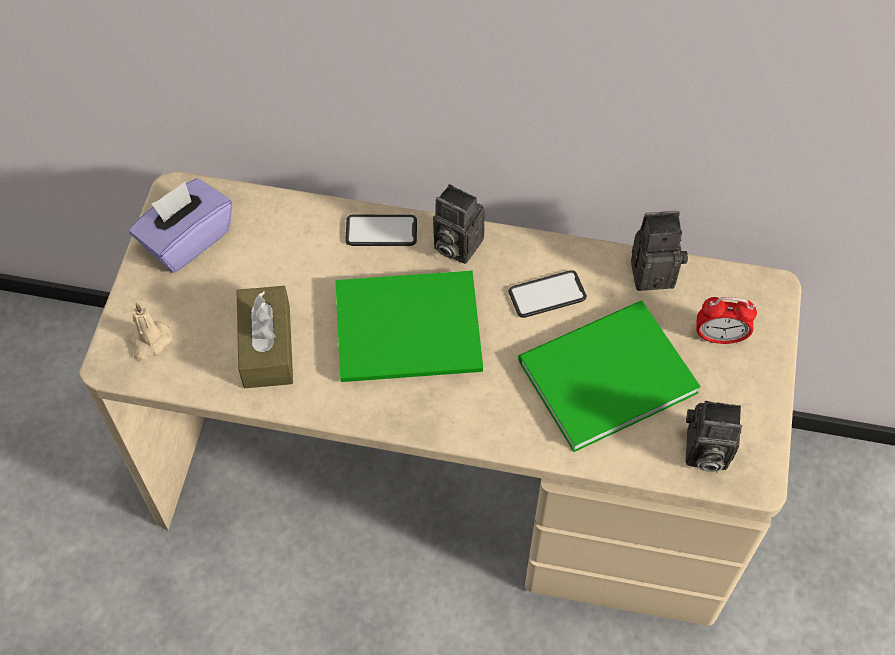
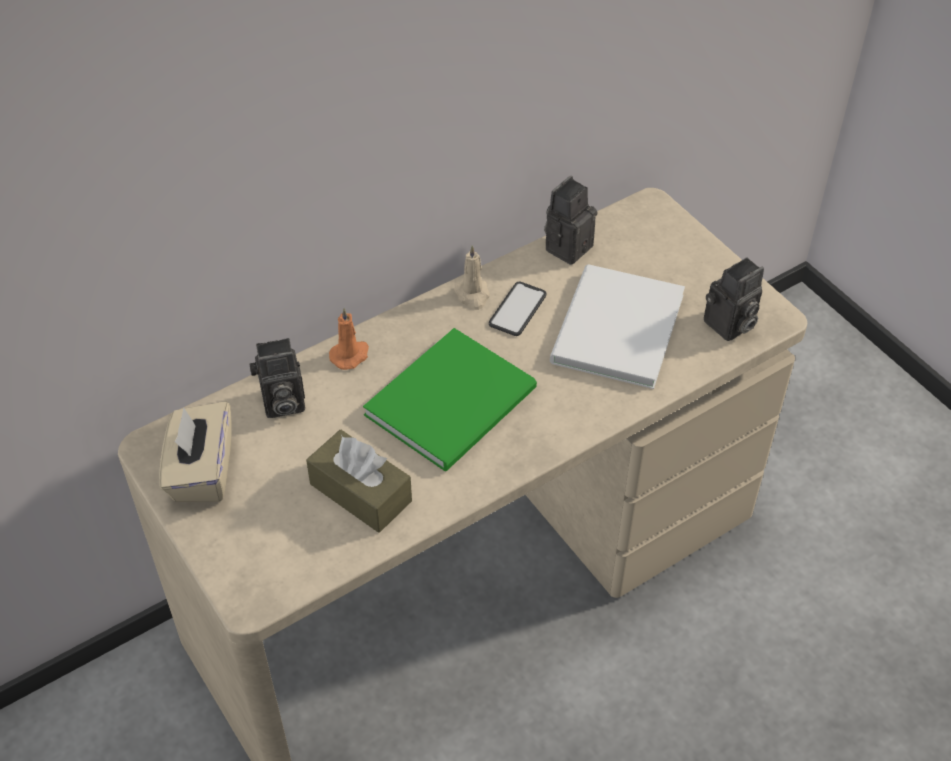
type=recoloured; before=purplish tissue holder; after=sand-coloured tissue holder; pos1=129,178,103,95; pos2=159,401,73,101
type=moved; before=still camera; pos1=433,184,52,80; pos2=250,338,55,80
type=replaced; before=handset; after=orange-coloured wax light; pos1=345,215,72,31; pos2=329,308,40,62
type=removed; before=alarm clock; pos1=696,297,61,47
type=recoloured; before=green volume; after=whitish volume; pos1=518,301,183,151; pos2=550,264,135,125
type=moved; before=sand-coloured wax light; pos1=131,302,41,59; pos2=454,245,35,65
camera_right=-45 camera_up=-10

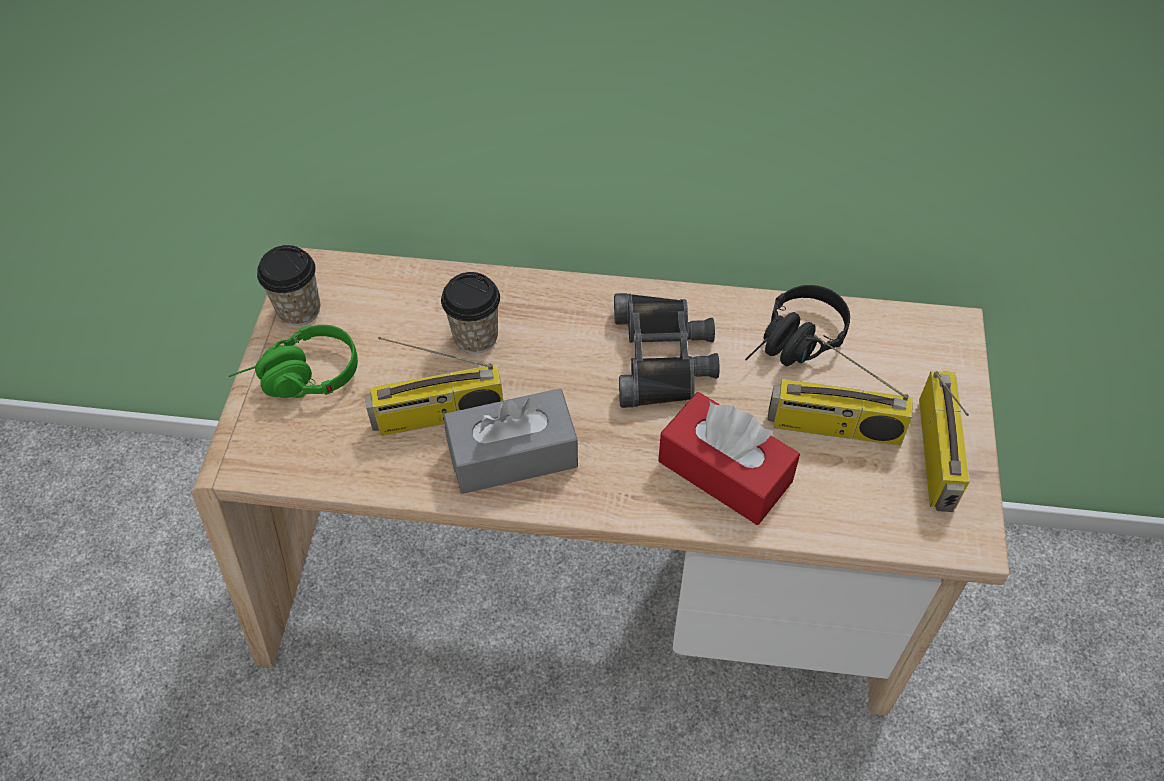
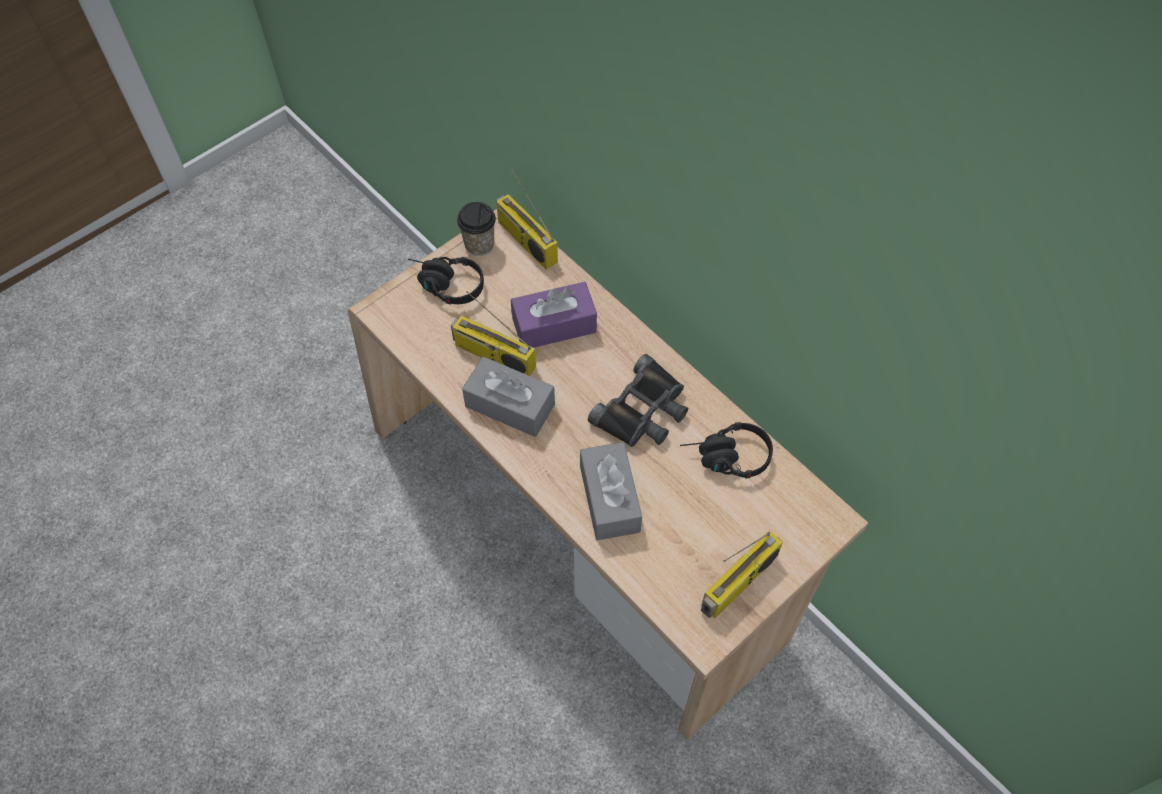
type=replaced; before=drinking cup; after=purplish tissue holder; pos1=441,272,59,82; pos2=511,282,86,66
type=recoloured; before=green headset; after=black headset; pos1=229,325,129,73; pos2=408,257,76,48
type=moved; before=radio receiver; pos1=768,335,145,111; pos2=496,169,62,101
type=recoloured; before=red-coloured tissue holder; after=greyish tissue holder; pos1=658,392,142,133; pos2=580,442,62,98
camera_right=40 camera_up=5

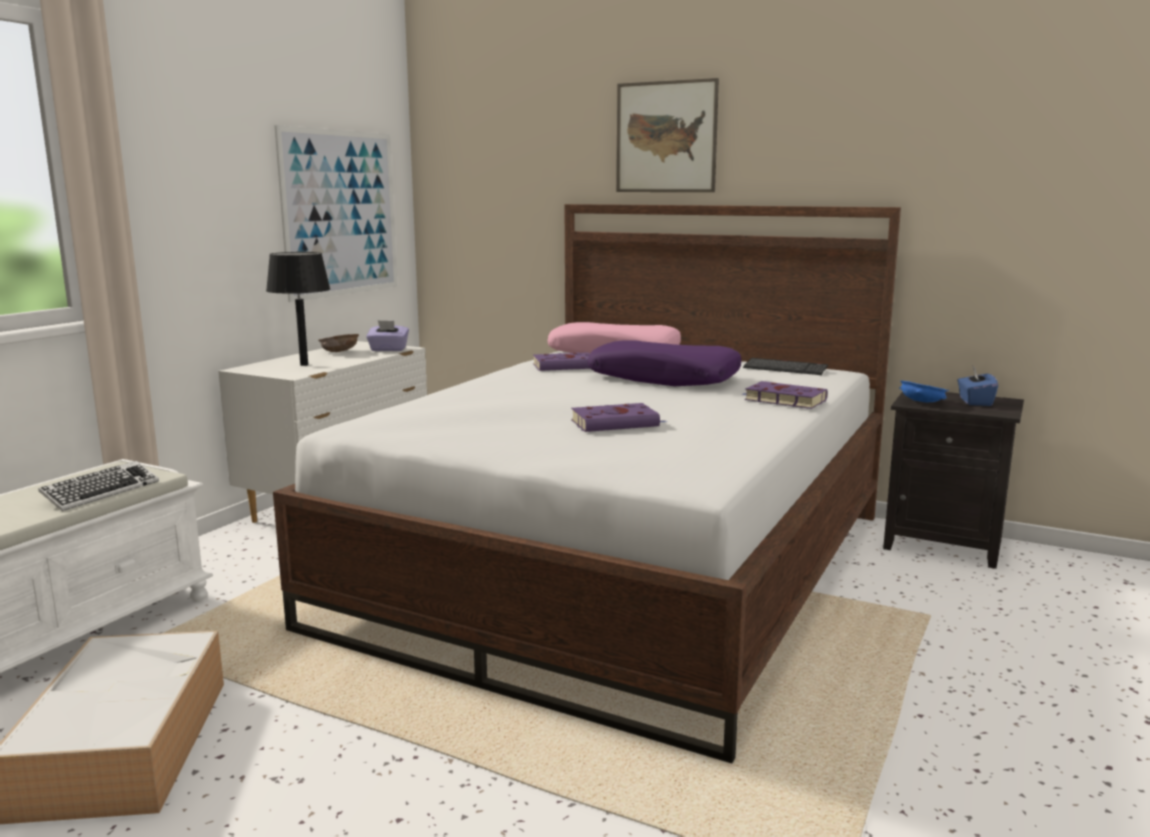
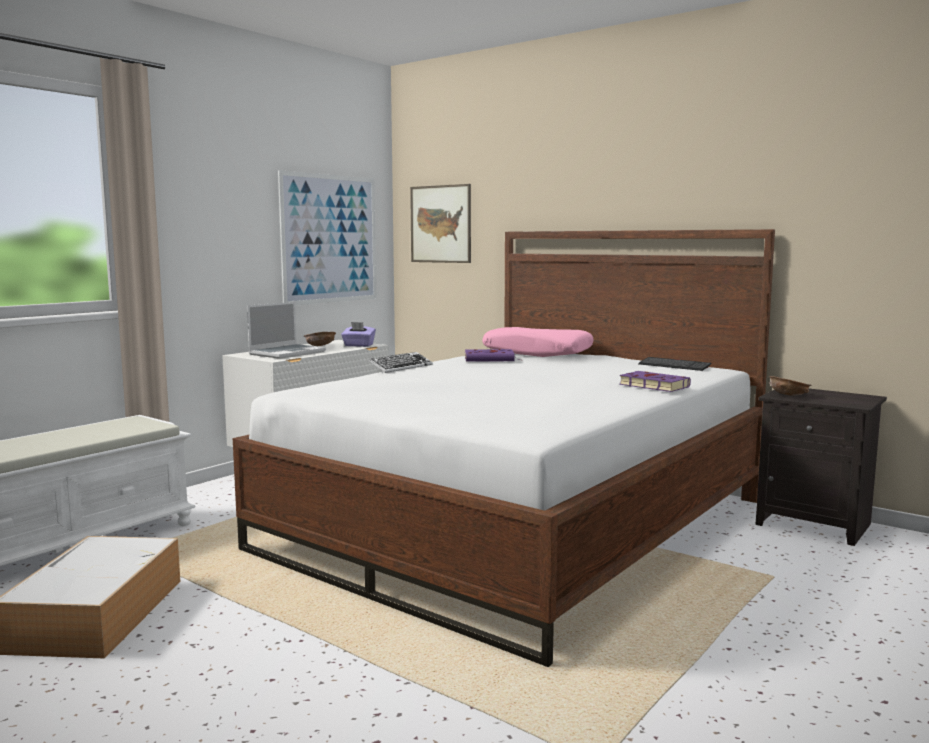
type=moved; before=picture; pos1=616,78,103,114; pos2=410,184,61,79
type=replaced; before=black lamp for a table; after=portable computer; pos1=266,252,64,114; pos2=247,302,79,57
type=removed; before=purplish cushion; pos1=588,340,153,46
type=removed; before=blue tissue holder; pos1=957,365,41,41
type=recoloured; before=blue serving bowl; after=brown serving bowl; pos1=900,381,49,22; pos2=769,376,42,20
type=removed; before=purplish volume; pos1=571,403,95,29
type=moved; before=PC keyboard; pos1=38,461,121,50; pos2=369,352,64,21
camera_right=10 camera_up=-5

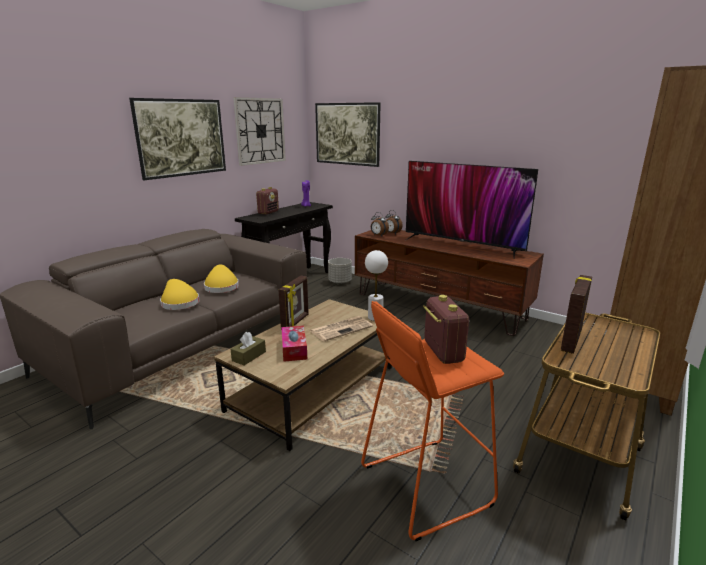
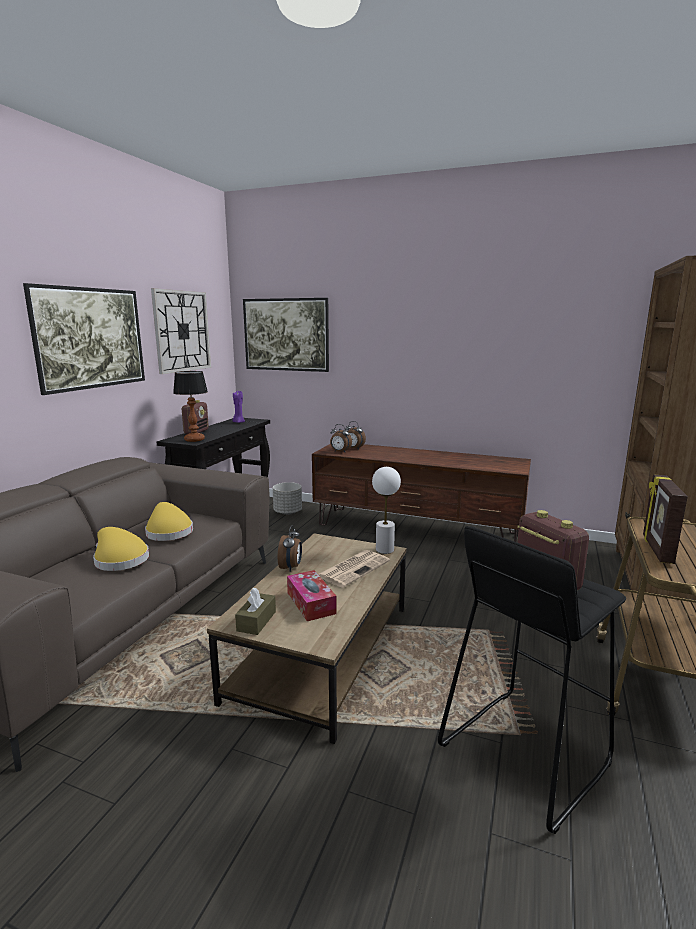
type=removed; before=TV set; pos1=406,161,132,97
type=replaced; before=picture frame; after=alarm clock; pos1=279,276,30,51; pos2=278,525,24,46
type=recoloured; before=orange-coloured stool; after=black stool; pos1=361,301,143,240; pos2=438,526,188,308
type=added; after=lamp for a table; pos2=173,371,35,71
camera_right=-15 camera_up=-5

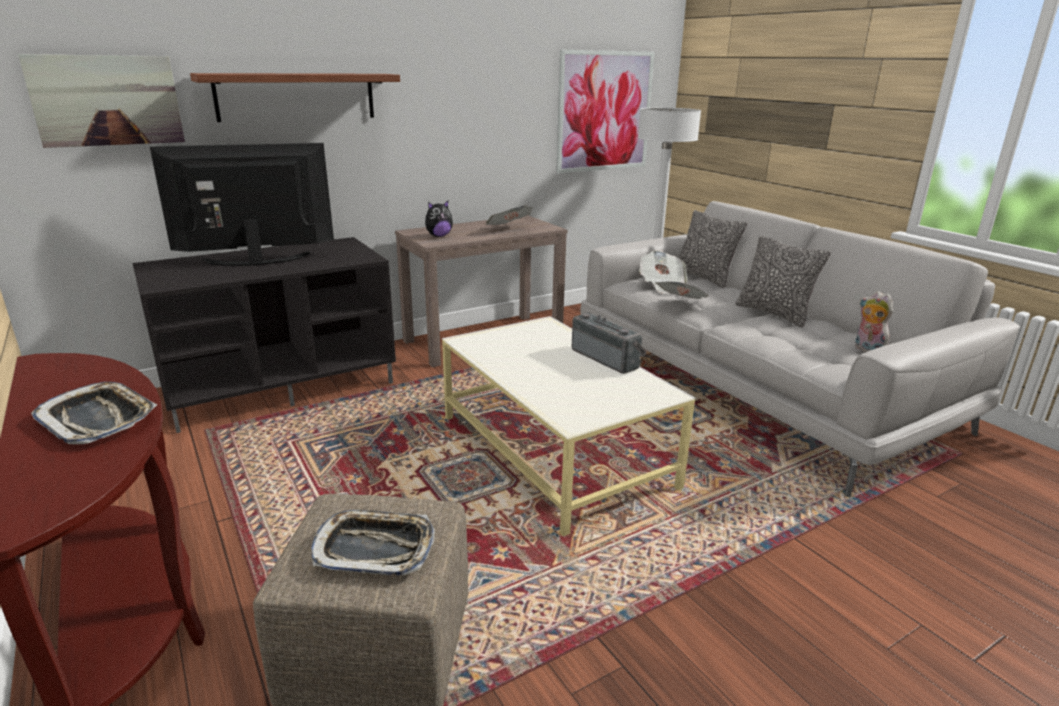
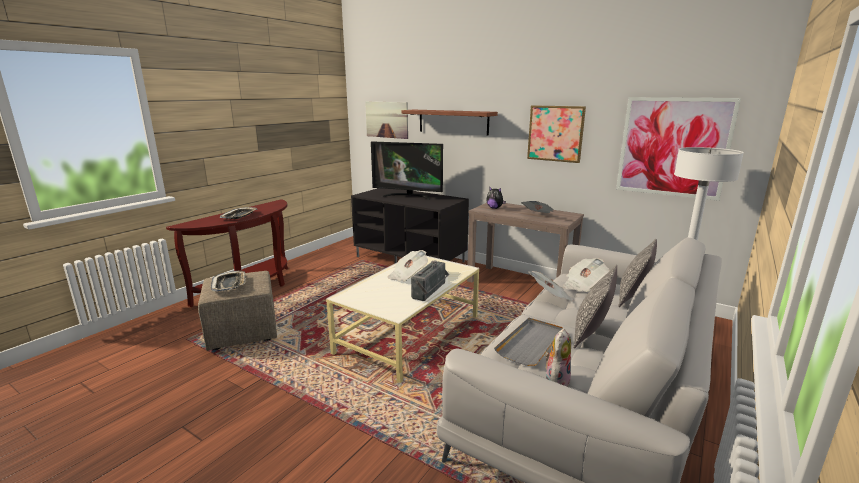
type=turned; before=TV set; pos1=150,143,184,123; pos2=371,142,72,58; turn=150
type=added; after=picture; pos2=527,105,59,58
type=added; after=printed paper; pos2=388,250,40,32
type=added; after=greyish carrying tray; pos2=494,318,69,48
camera_right=65 camera_up=-5

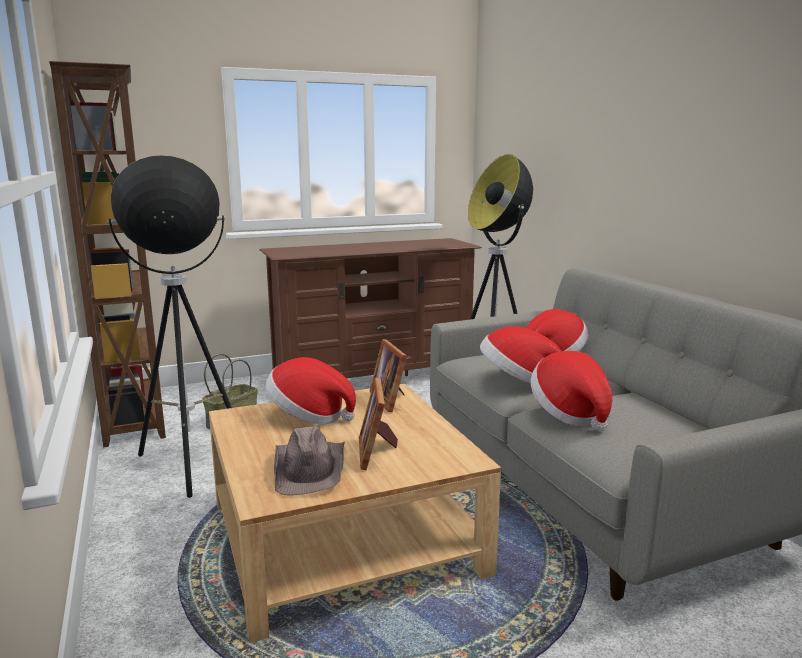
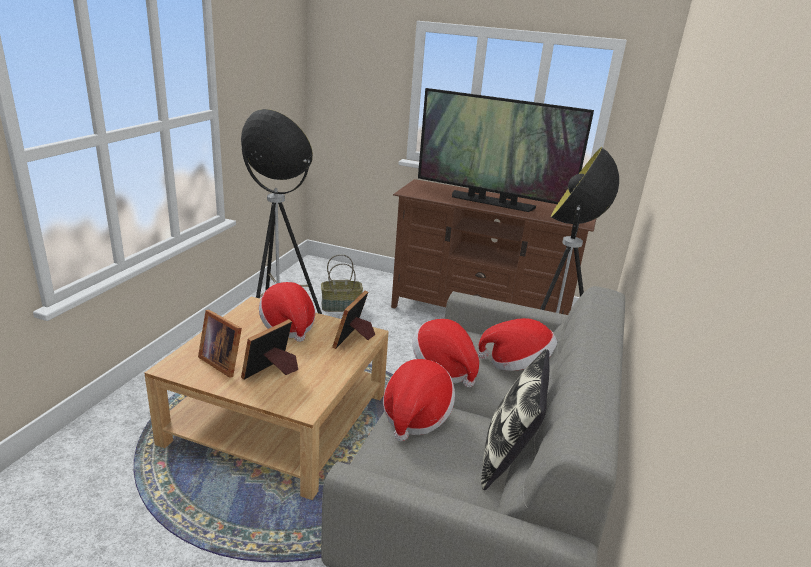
type=removed; before=brown bookcase; pos1=49,61,117,386
type=replaced; before=brown wearable hat; after=picture frame; pos1=274,427,71,69; pos2=198,310,44,68
type=added; after=TV set; pos2=418,88,176,124
type=added; after=cushion; pos2=481,349,68,141
camera_right=40 camera_up=10

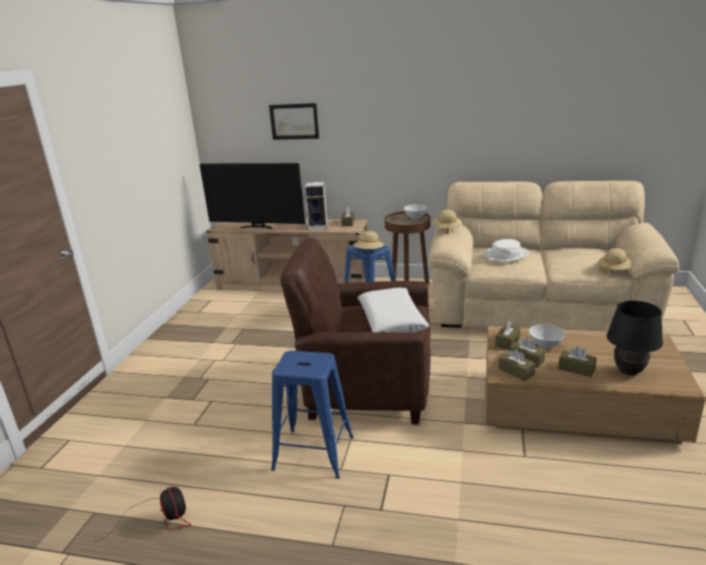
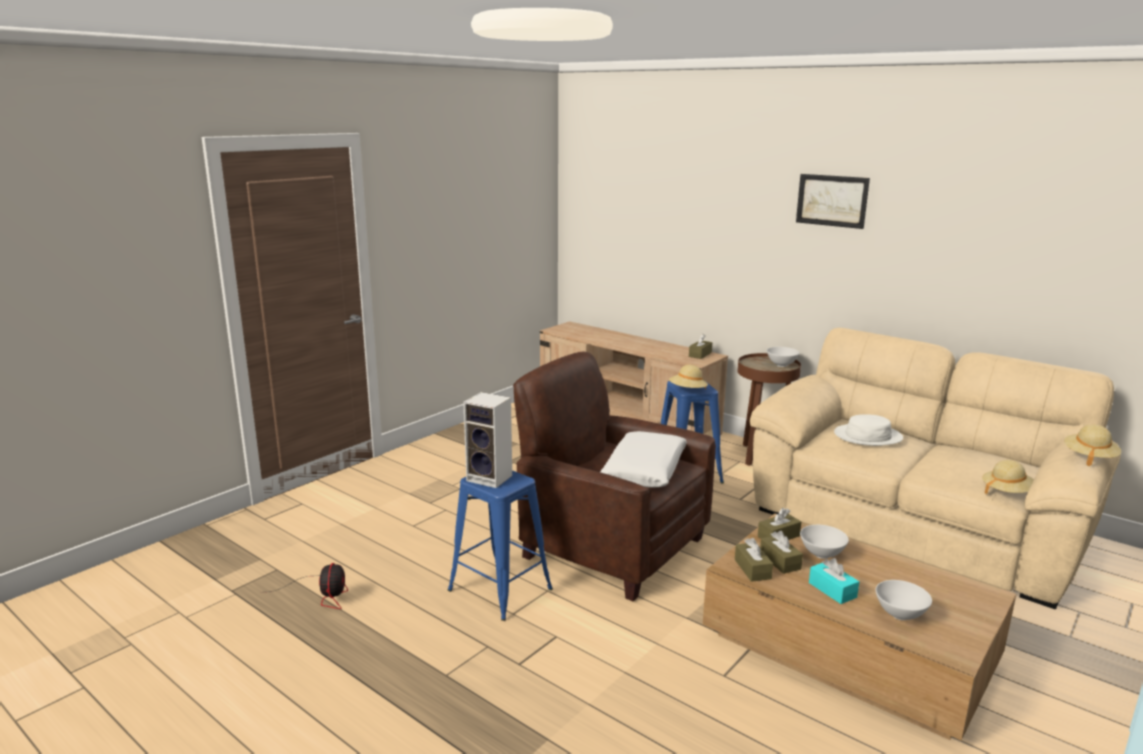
type=moved; before=picture; pos1=269,103,50,37; pos2=796,174,74,55
type=removed; before=TV set; pos1=199,163,106,66
type=moved; before=audio speaker; pos1=305,182,22,48; pos2=463,392,49,96
type=moved; before=sand-coloured wearable hat; pos1=432,209,30,25; pos2=1064,424,57,42
type=replaced; before=black lamp for a table; after=whitish serving bowl; pos1=607,301,56,74; pos2=876,580,56,40
type=recoloured; before=brown tissue holder; after=turquoise-coloured tissue holder; pos1=558,346,39,31; pos2=809,558,50,46
camera_right=25 camera_up=-5

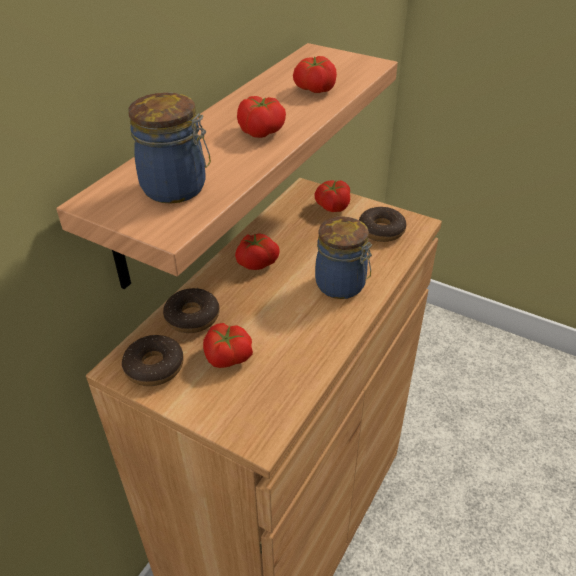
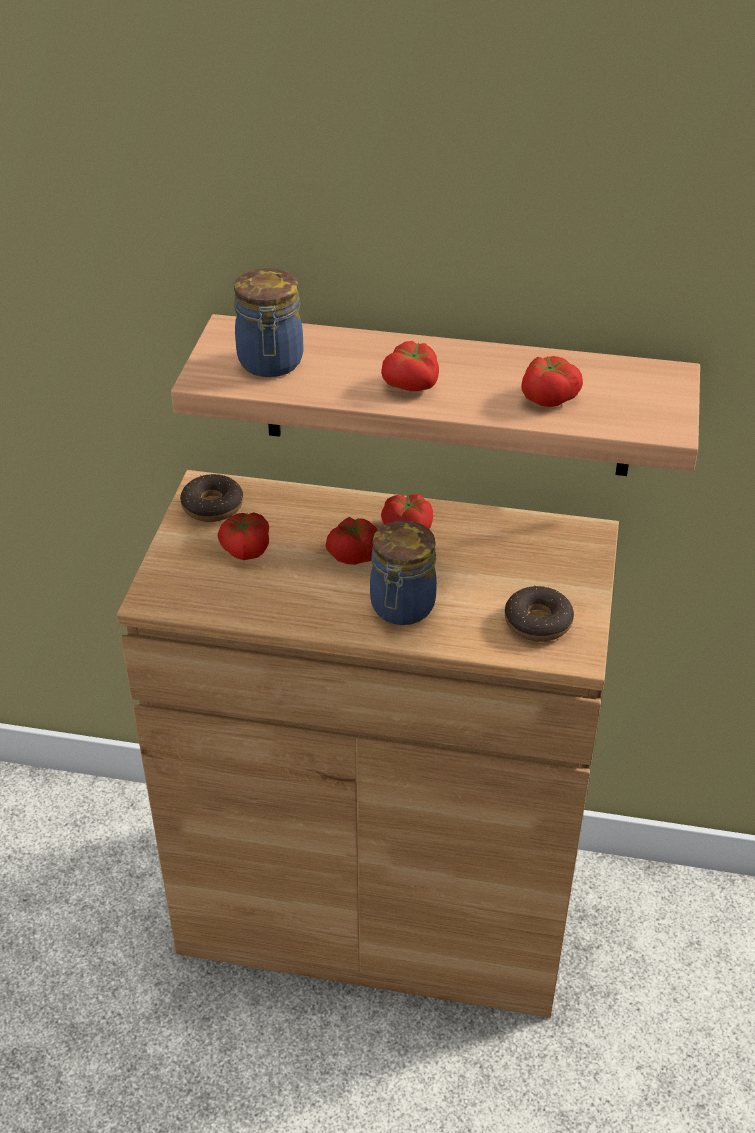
type=moved; before=fresh tomato; pos1=314,180,36,32; pos2=325,517,53,48
type=removed; before=doughnut; pos1=163,288,57,45
camera_right=70 camera_up=0

